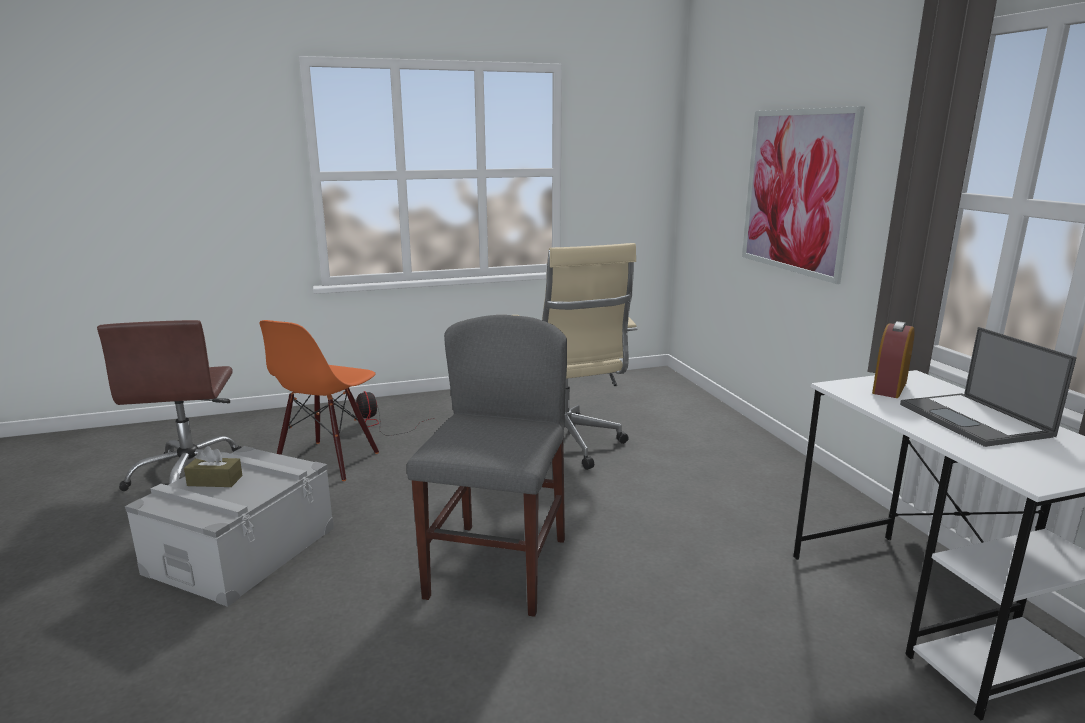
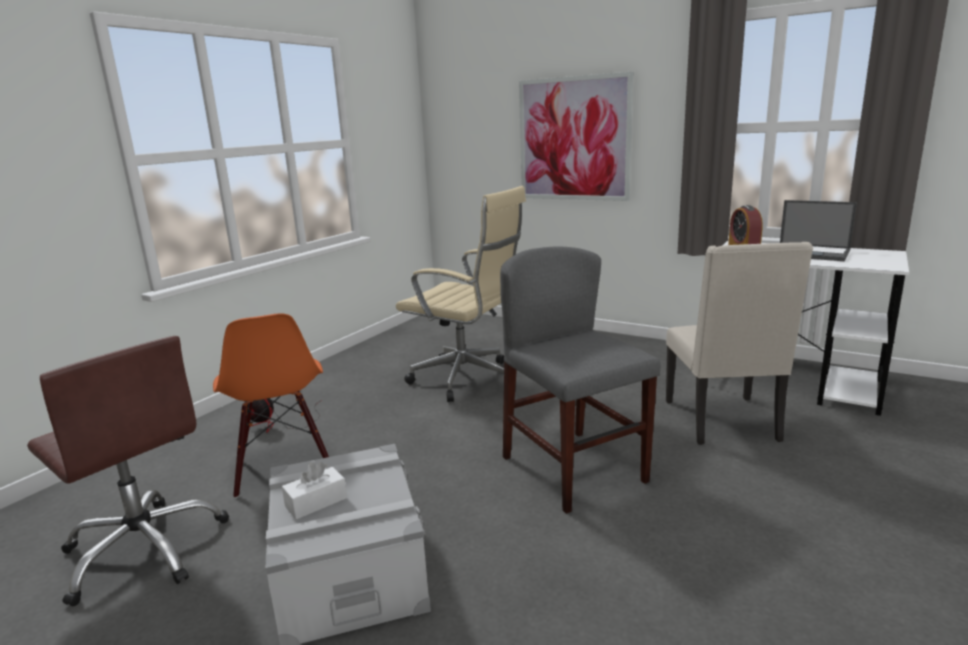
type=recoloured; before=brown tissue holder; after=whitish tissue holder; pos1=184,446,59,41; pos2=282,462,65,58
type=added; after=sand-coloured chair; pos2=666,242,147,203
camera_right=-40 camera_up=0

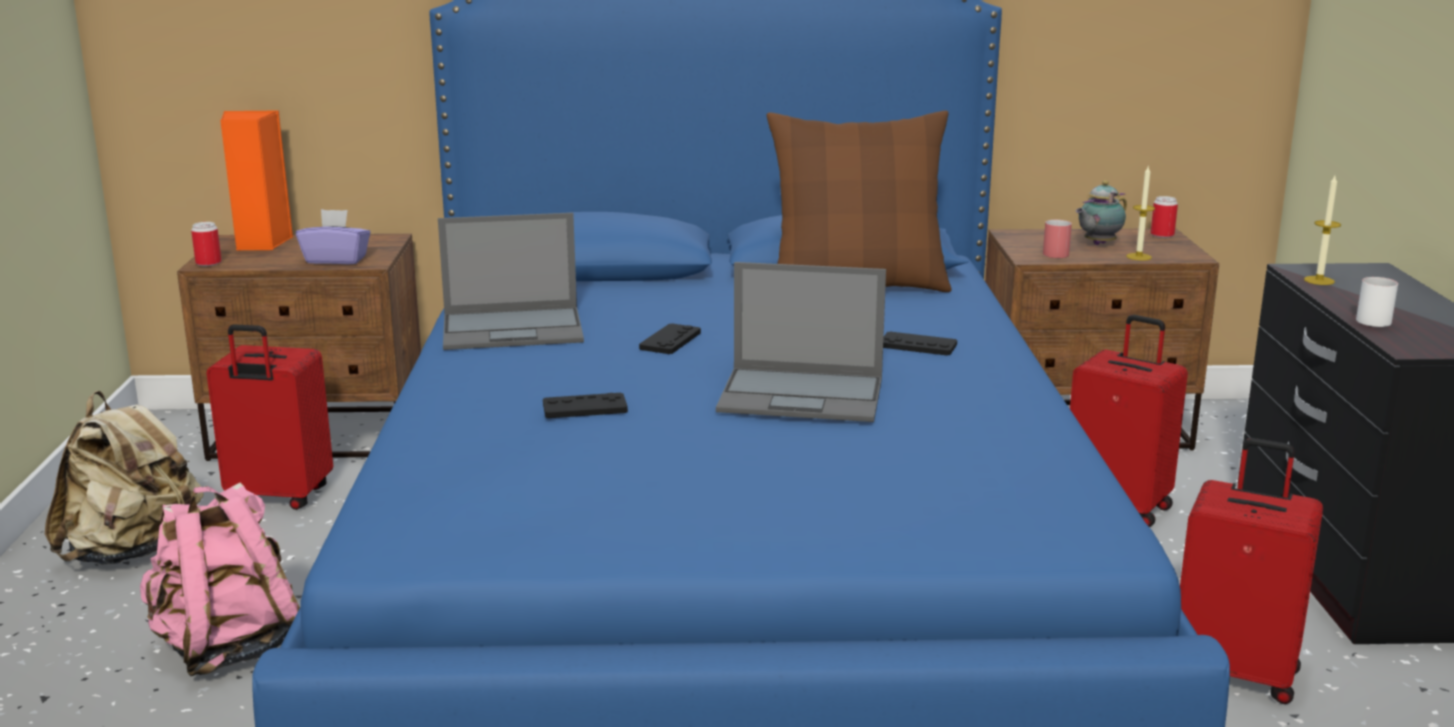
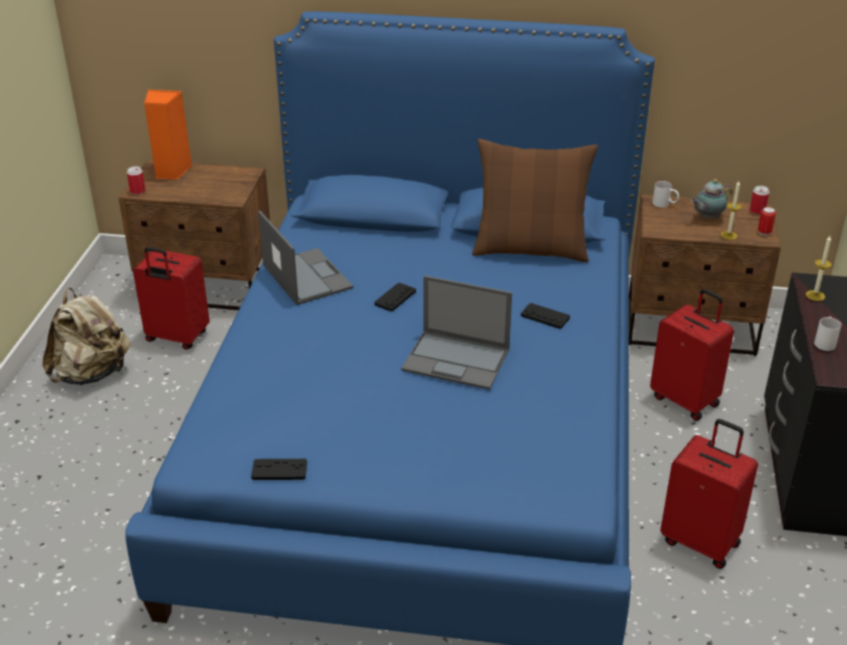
type=removed; before=purplish tissue holder; pos1=296,209,75,55
type=turned; before=portable computer; pos1=438,213,146,137; pos2=258,211,95,94; turn=-120
type=removed; before=red-coloured coffee mug; pos1=1043,220,29,38
type=moved; before=black game controller; pos1=543,393,85,25; pos2=251,459,56,21
type=removed; before=pink-coloured backpack; pos1=140,483,160,193
type=added; after=whitish coffee mug; pos2=652,181,27,26
type=added; after=sealed can; pos2=758,207,18,29
camera_right=10 camera_up=15

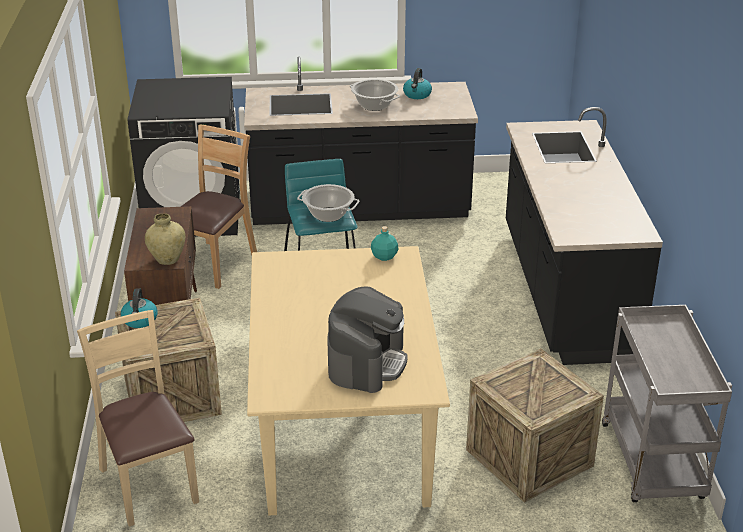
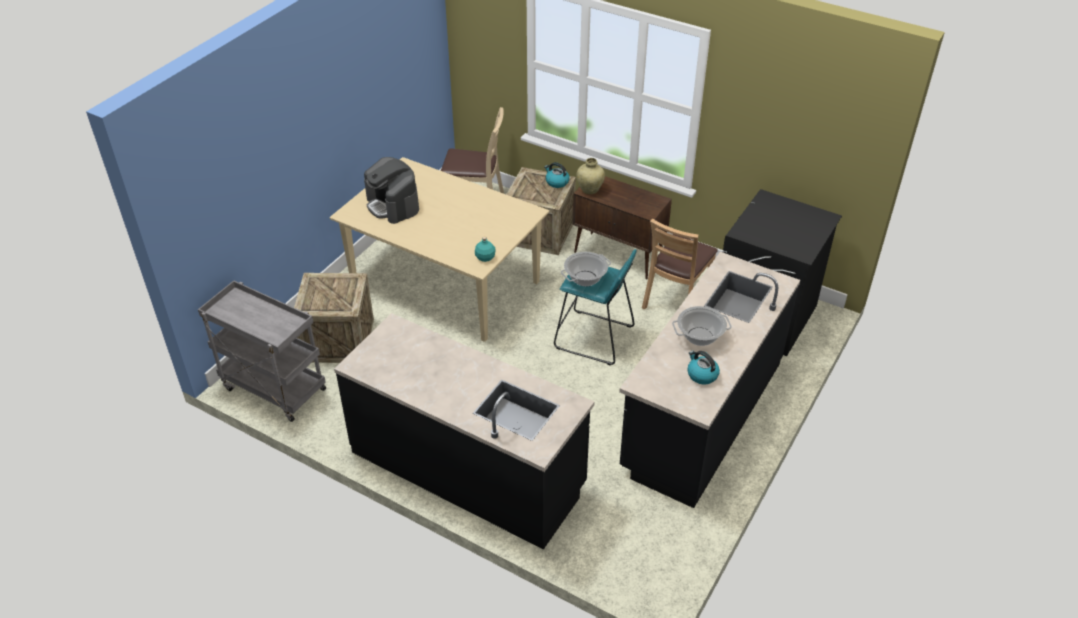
type=turned; before=brown chair; pos1=181,125,76,164; pos2=642,219,76,90; turn=60
camera_right=125 camera_up=10

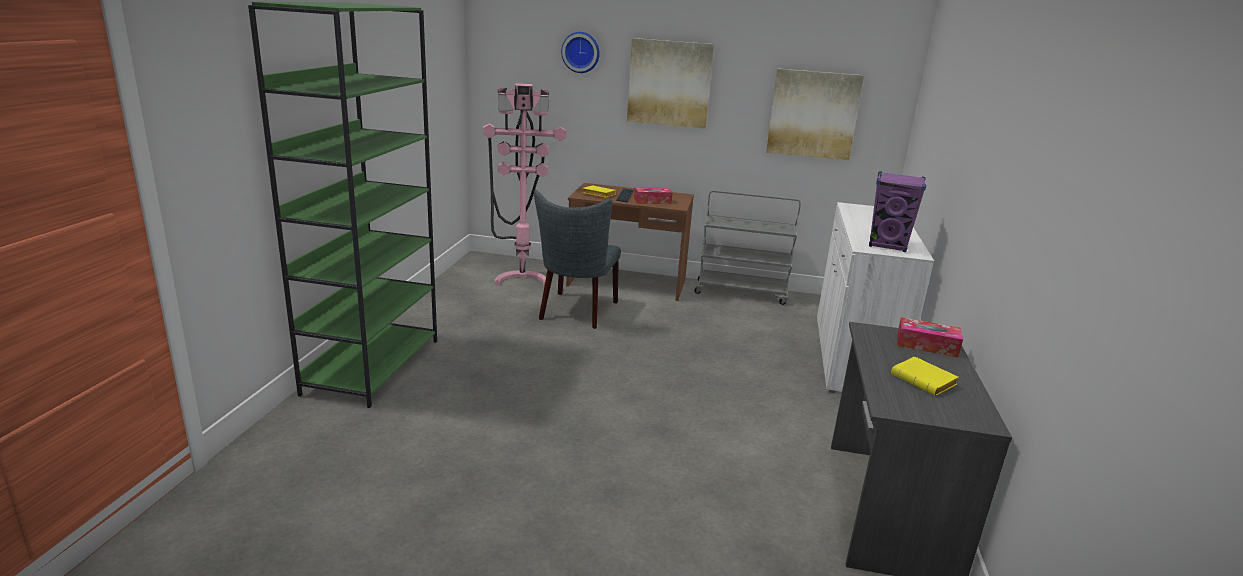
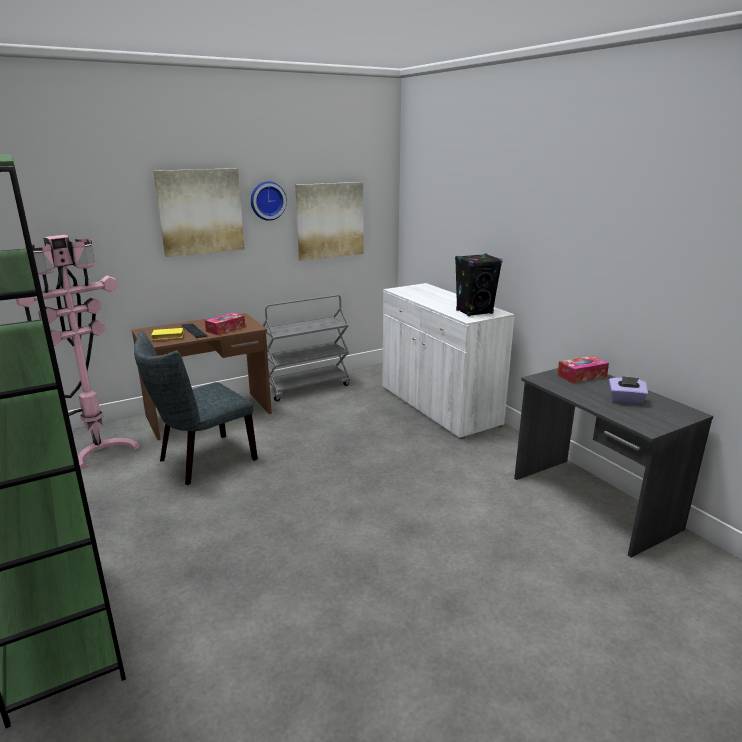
type=moved; before=hanging clock; pos1=561,32,39,41; pos2=251,181,36,40
type=recoloured; before=purplish audio speaker; after=black audio speaker; pos1=869,171,57,81; pos2=455,253,47,64
type=turned; before=greyish chair; pos1=534,190,87,139; pos2=134,331,124,154; turn=75
type=replaced; before=yellowish volume; after=purplish tissue holder; pos1=891,356,68,40; pos2=608,376,40,29
camera_right=-40 camera_up=0

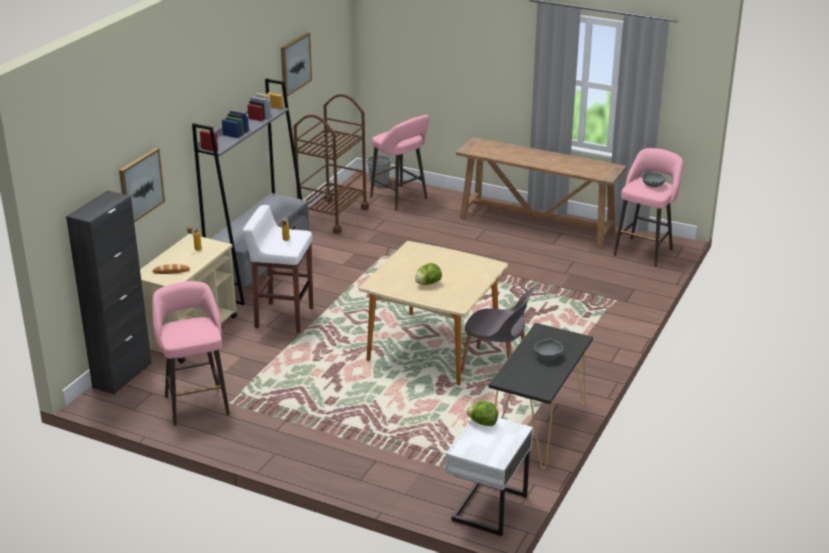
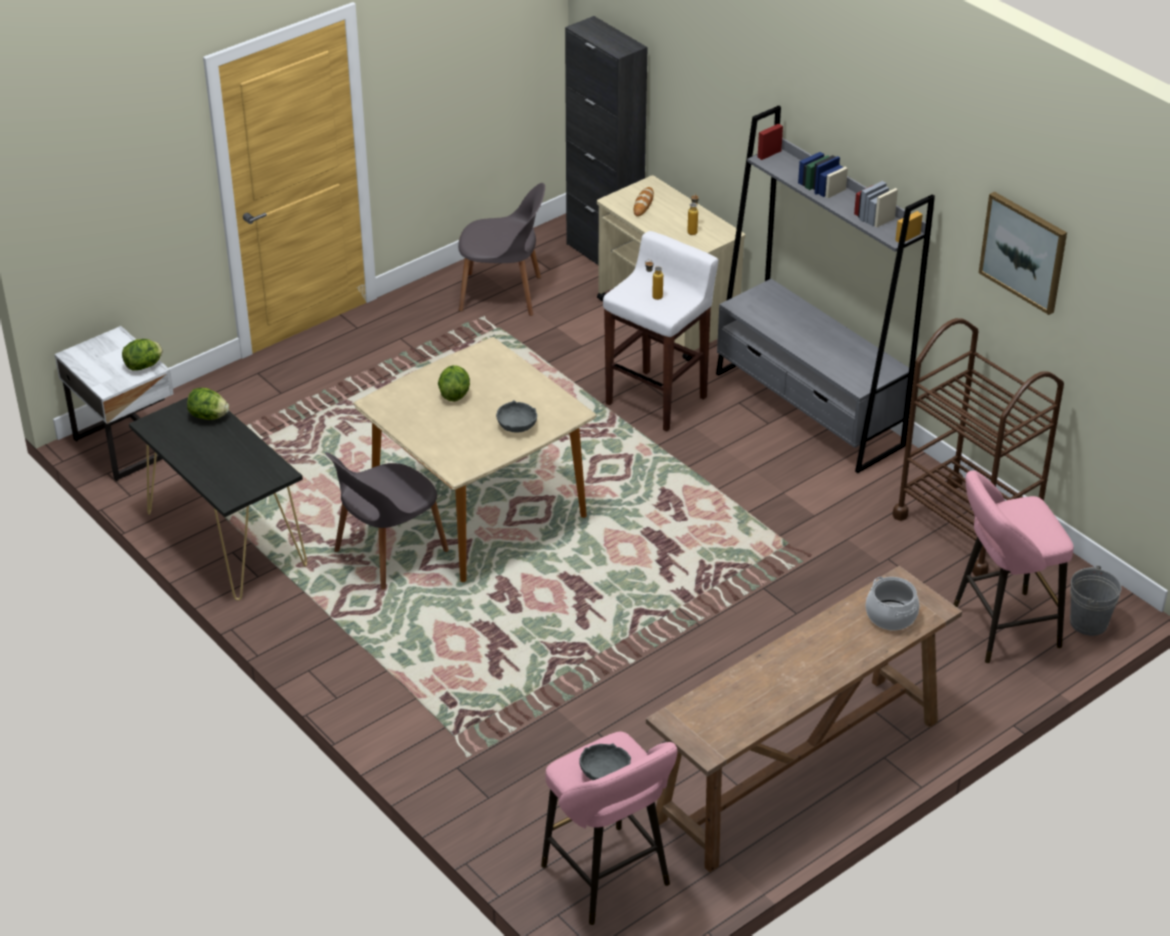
type=removed; before=picture; pos1=119,148,46,75
type=replaced; before=pink-coloured stool; after=greyish chair; pos1=152,281,78,145; pos2=458,183,87,133
type=moved; before=greyish serving bowl; pos1=534,338,30,22; pos2=496,400,41,33
type=added; after=lettuce head; pos2=187,388,42,32
type=added; after=cooking pot; pos2=866,577,53,53
camera_right=115 camera_up=10

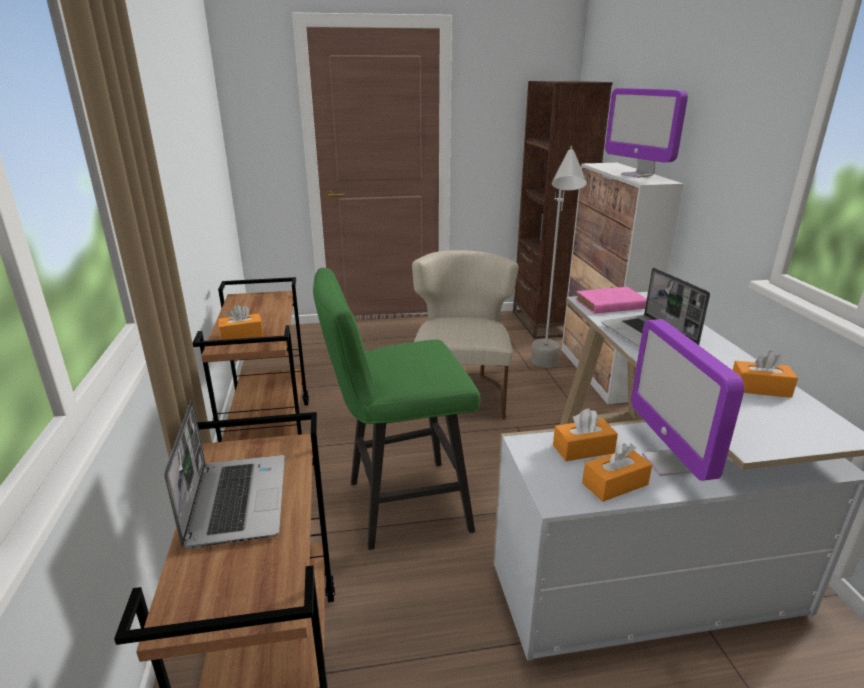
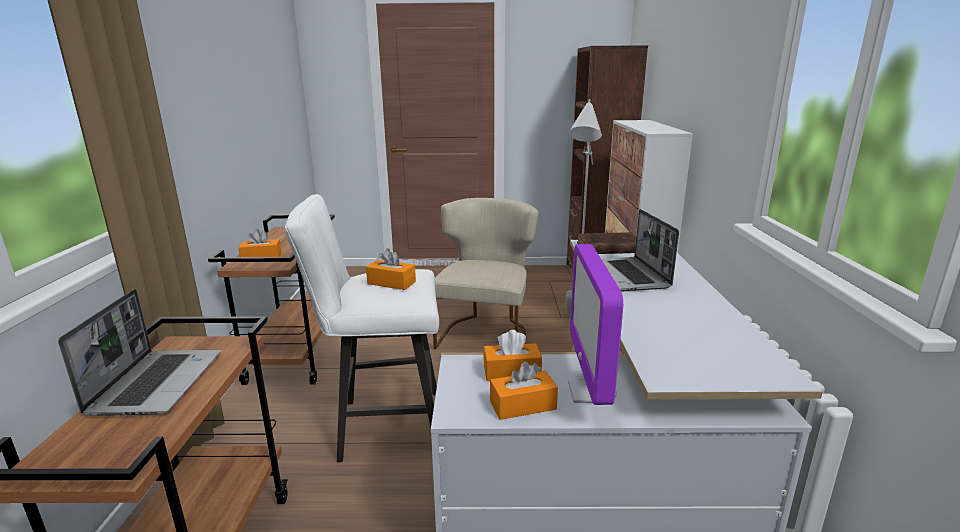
type=removed; before=computer display; pos1=605,88,83,90
type=recoloured; before=green stool; after=whitish stool; pos1=313,268,167,282; pos2=285,194,154,268
type=recoloured; before=pink-coloured volume; after=brown volume; pos1=576,287,71,27; pos2=577,232,59,22
type=moved; before=orange-coloured tissue holder; pos1=733,350,65,48; pos2=366,249,50,41
camera_right=10 camera_up=-5

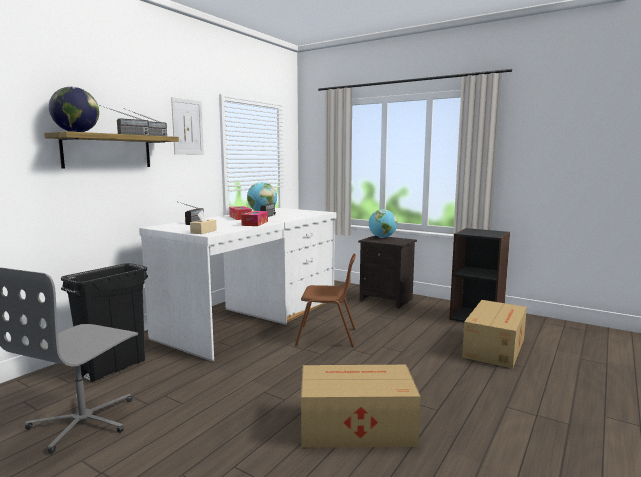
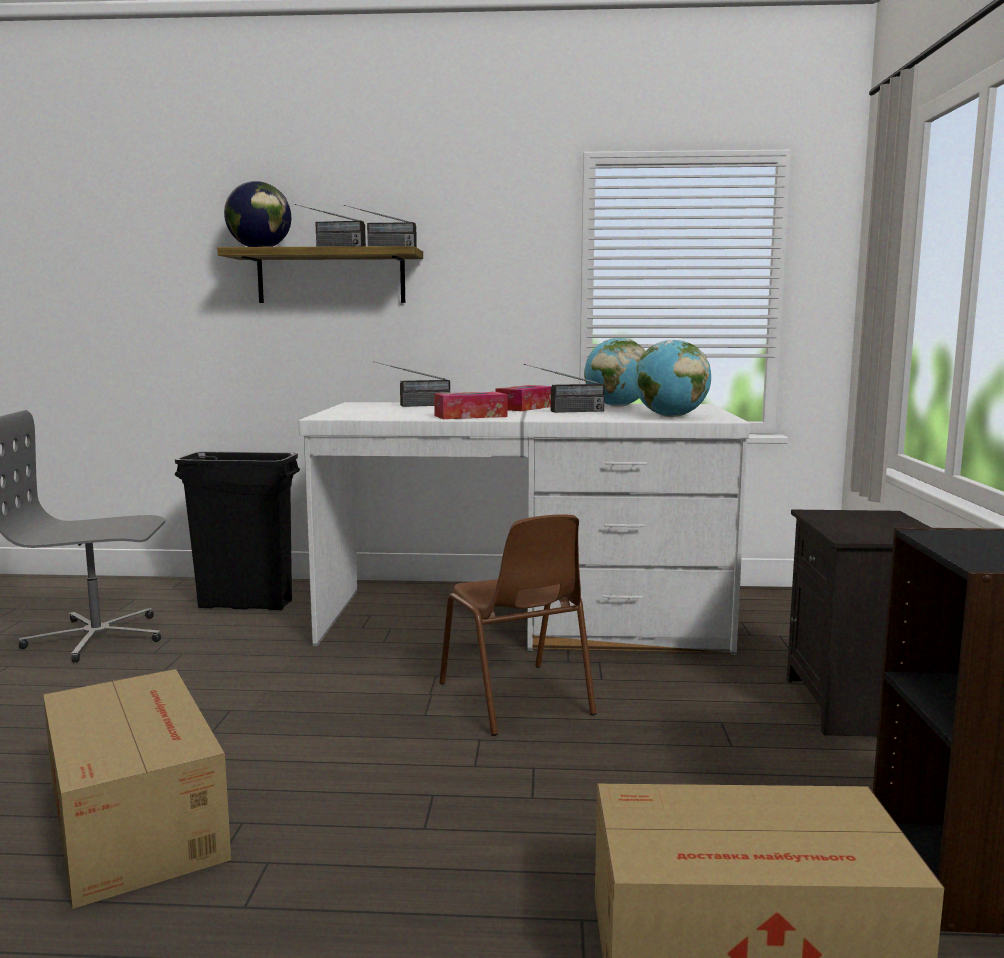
type=removed; before=picture; pos1=171,97,33,58
type=moved; before=globe; pos1=369,209,28,29; pos2=634,340,77,77
type=removed; before=sand-coloured tissue holder; pos1=190,211,27,23
camera_right=60 camera_up=0

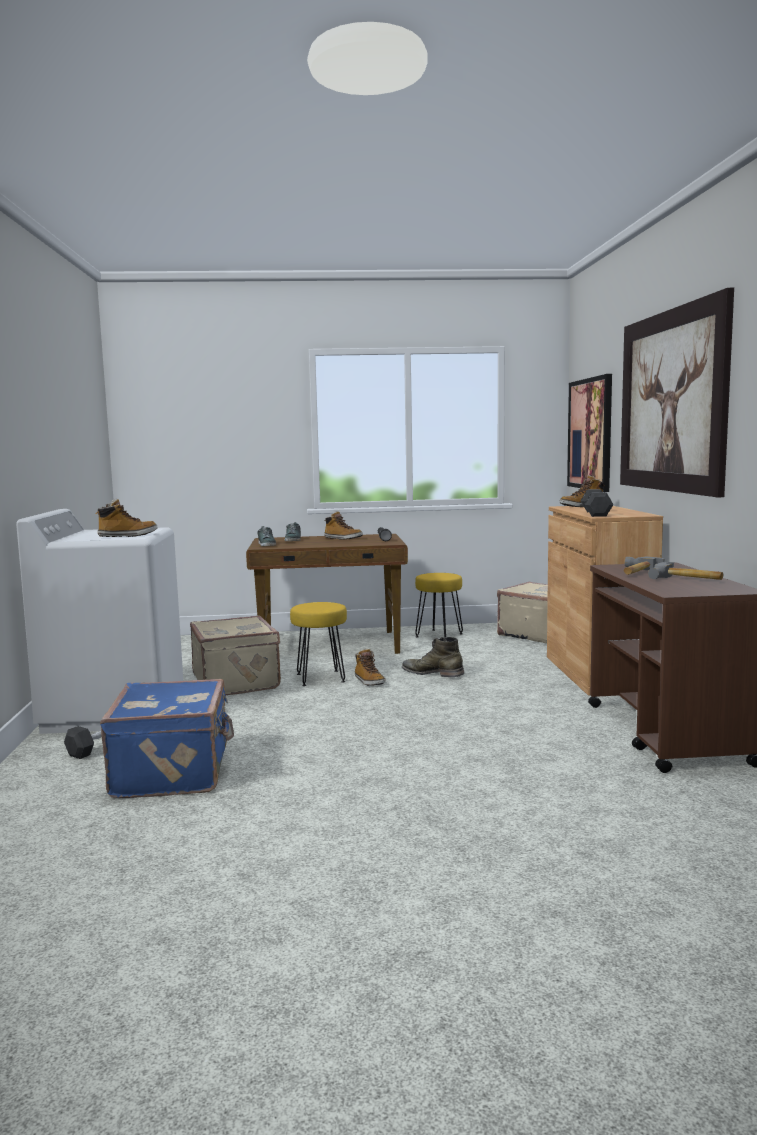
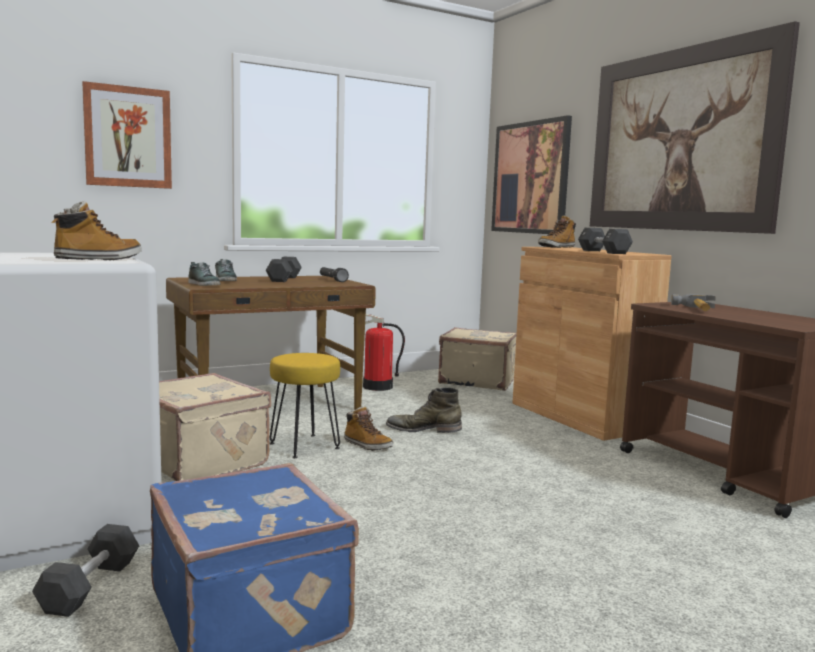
type=replaced; before=tall boot; after=black dumbbell; pos1=324,511,39,29; pos2=266,257,36,25
type=removed; before=hammer; pos1=648,562,75,18
type=replaced; before=yellowish stool; after=fire extinguisher; pos1=415,573,48,64; pos2=363,314,42,77
type=added; after=picture; pos2=82,81,90,108
camera_right=-25 camera_up=0

